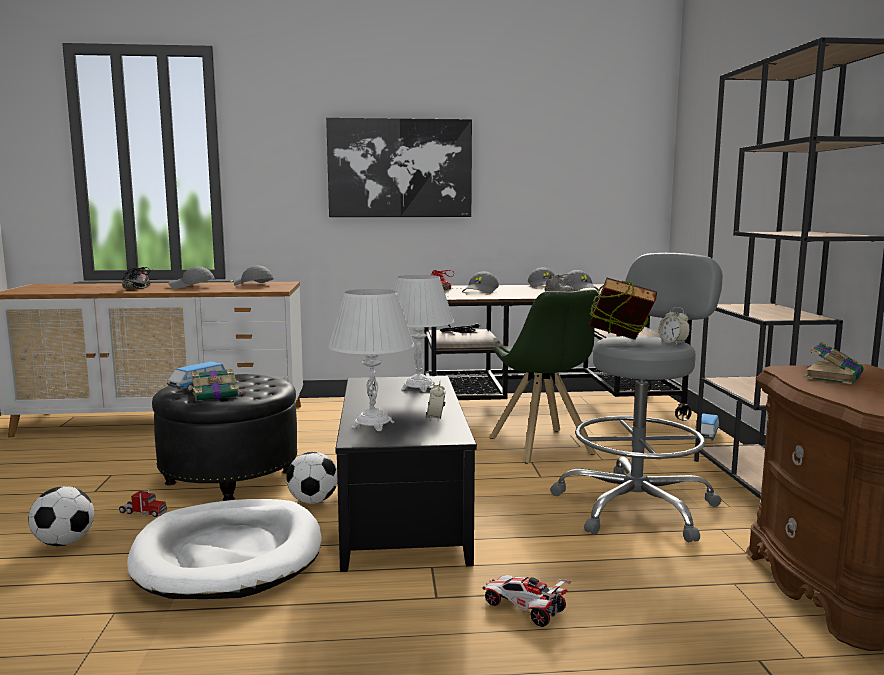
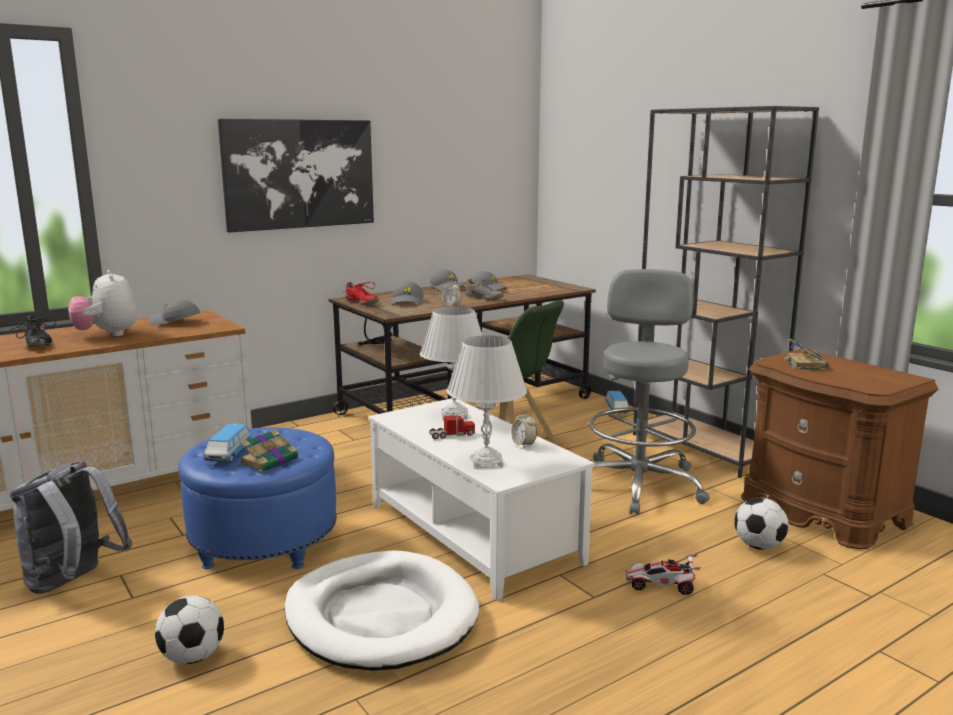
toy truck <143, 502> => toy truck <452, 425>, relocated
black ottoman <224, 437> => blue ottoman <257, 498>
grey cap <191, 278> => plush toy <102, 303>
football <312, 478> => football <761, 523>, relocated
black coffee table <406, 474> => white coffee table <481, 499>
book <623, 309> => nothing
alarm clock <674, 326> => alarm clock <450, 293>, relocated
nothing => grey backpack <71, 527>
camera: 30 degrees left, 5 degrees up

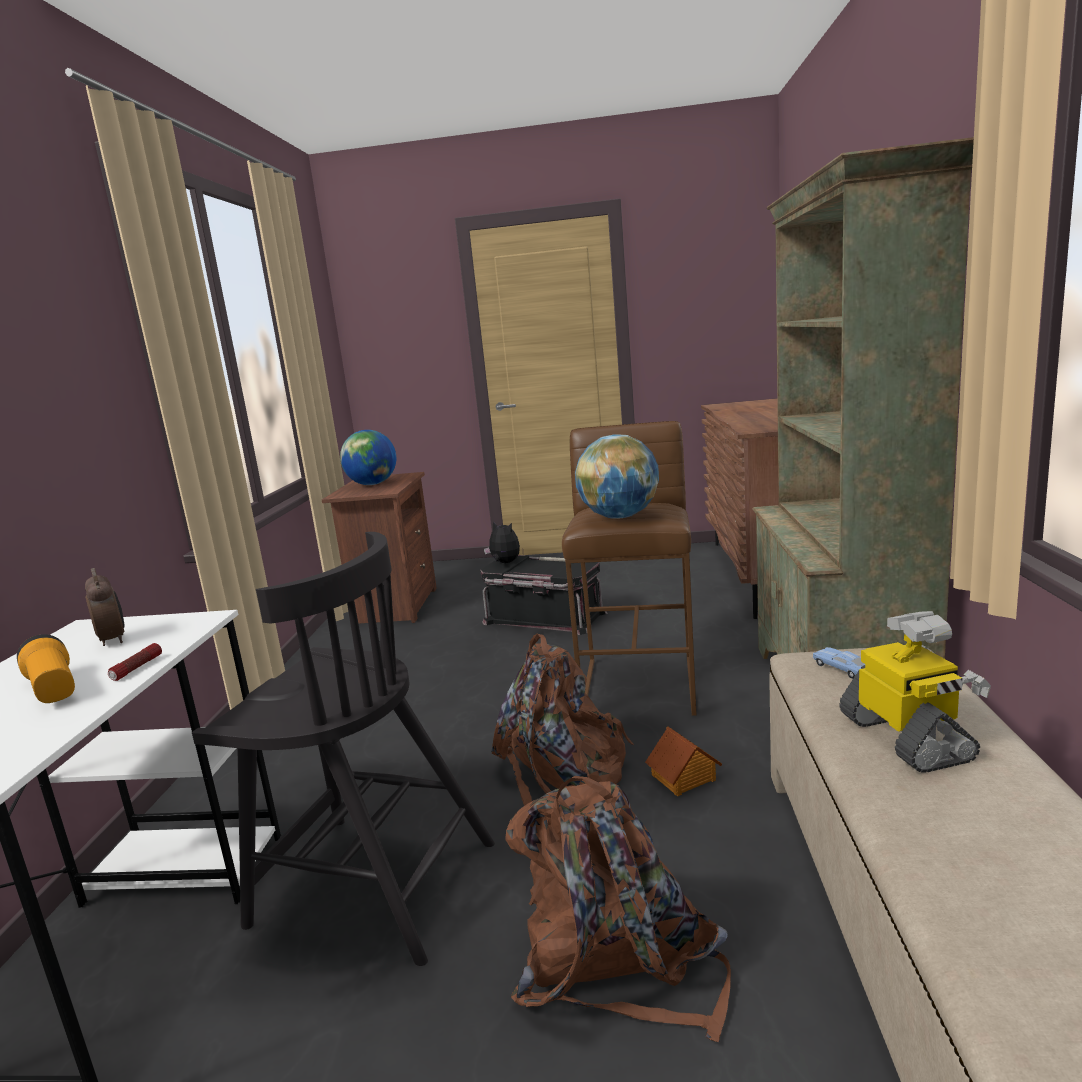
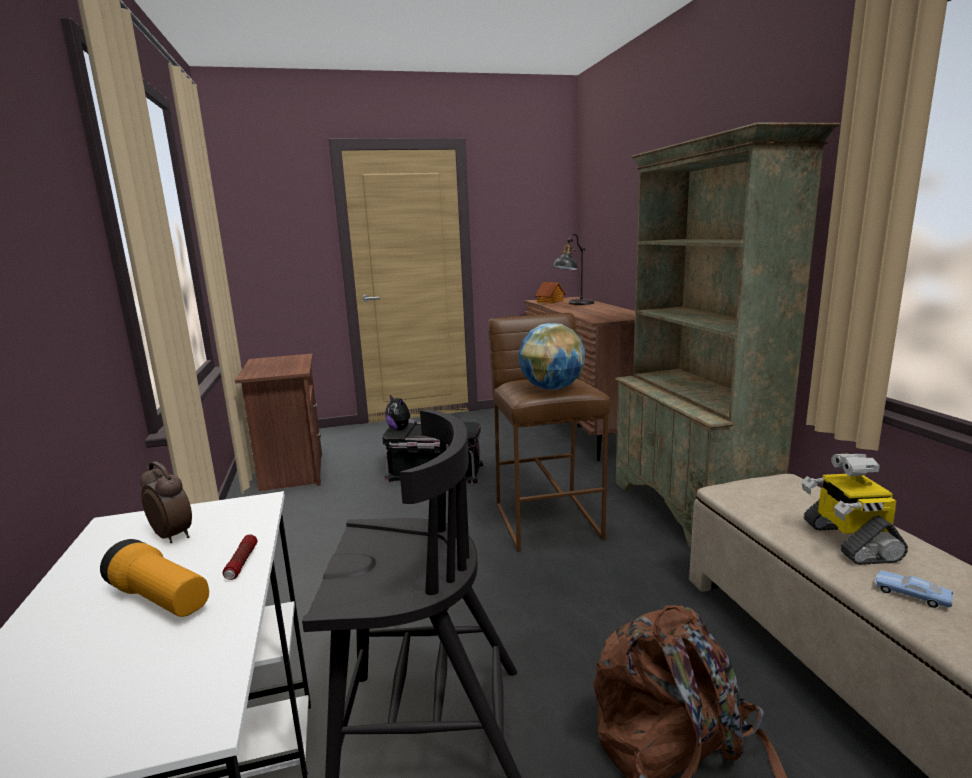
globe <368, 457> => nothing
plush toy <502, 542> => plush toy <399, 412>, 150 degrees counterclockwise
brown backpack <563, 720> => nothing
toy house <683, 761> => toy house <550, 292>, relocated
blue toy car <839, 663> => blue toy car <914, 589>, relocated
toy robot <915, 692> => toy robot <854, 509>, 150 degrees counterclockwise
nothing => grey table lamp <573, 269>
camera: 20 degrees left, 0 degrees up

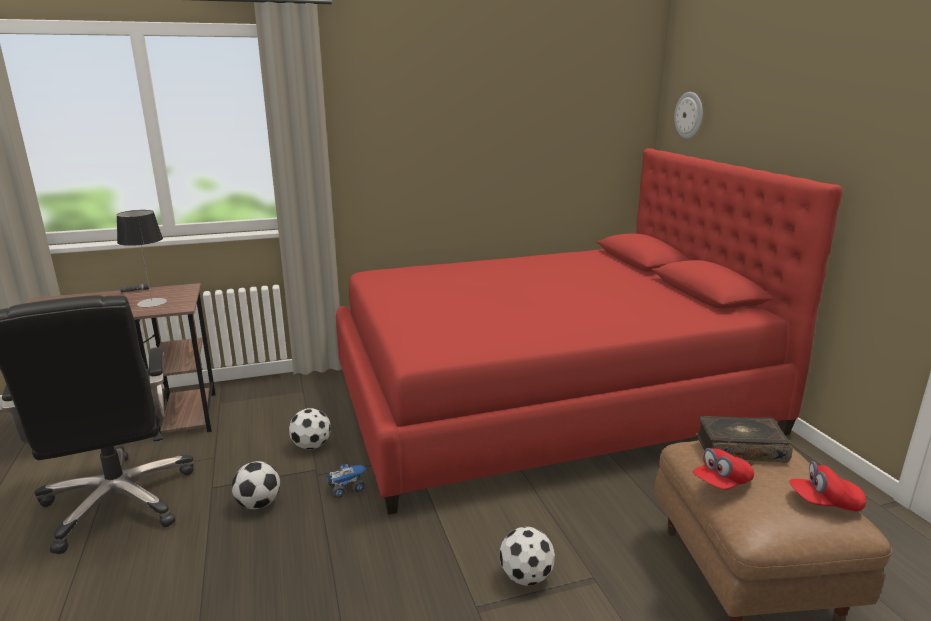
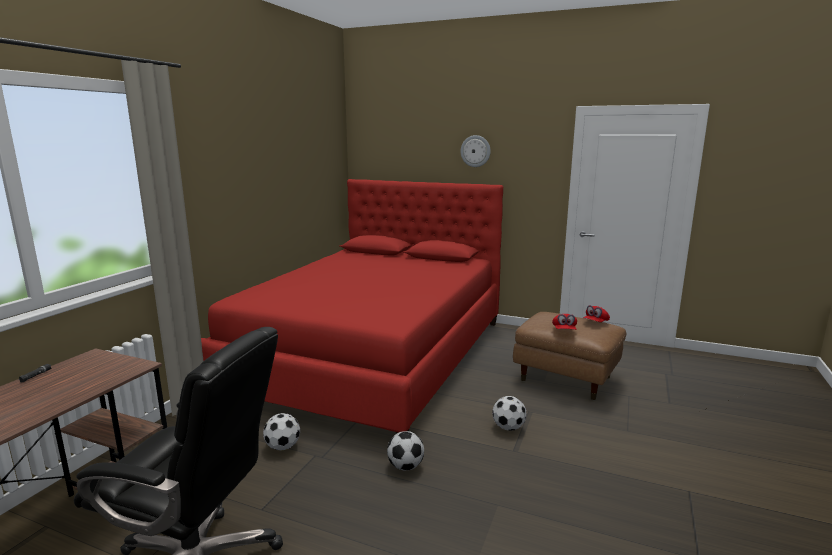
table lamp <141, 258> => nothing
football <256, 485> => football <405, 450>, relocated
toy truck <346, 481> => nothing
wall clock <688, 115> => wall clock <476, 151>, relocated
book <744, 439> => nothing
camera: 50 degrees left, 5 degrees down

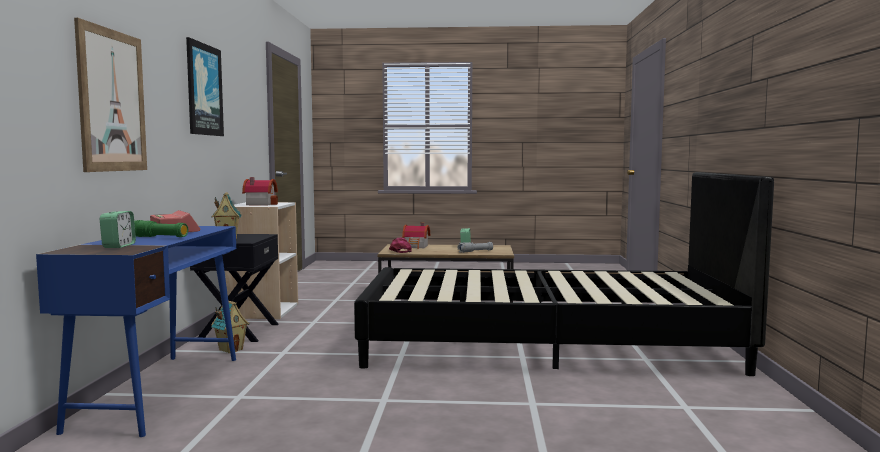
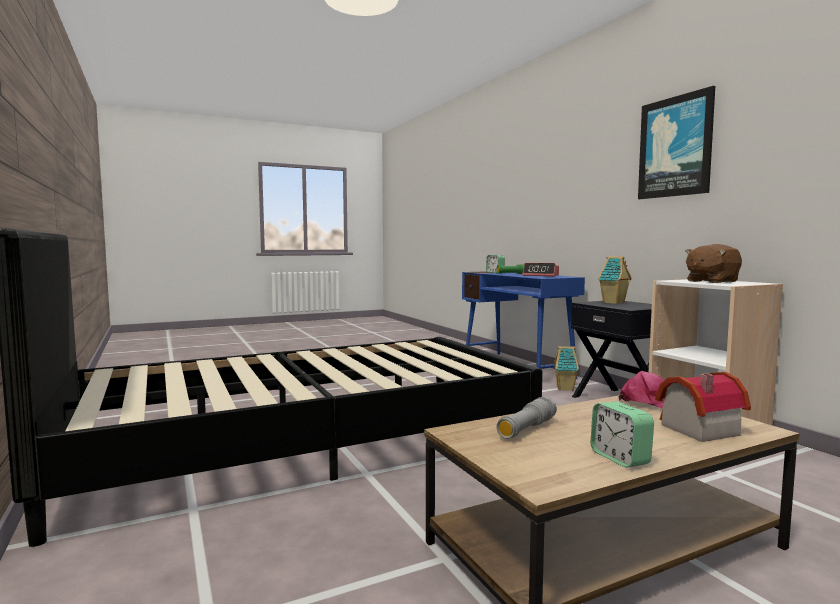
picture <110, 95> => nothing
toy house <260, 191> => brown plush toy <713, 263>
camera: 150 degrees right, 0 degrees up

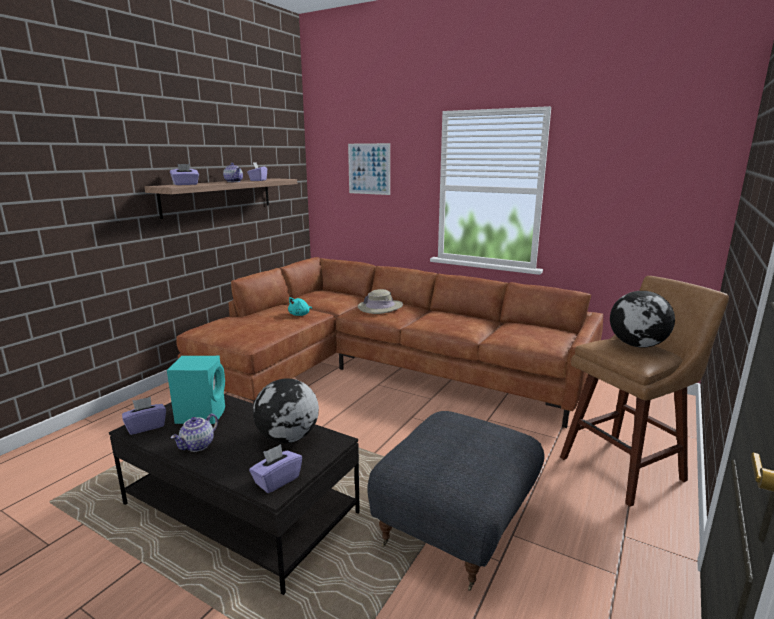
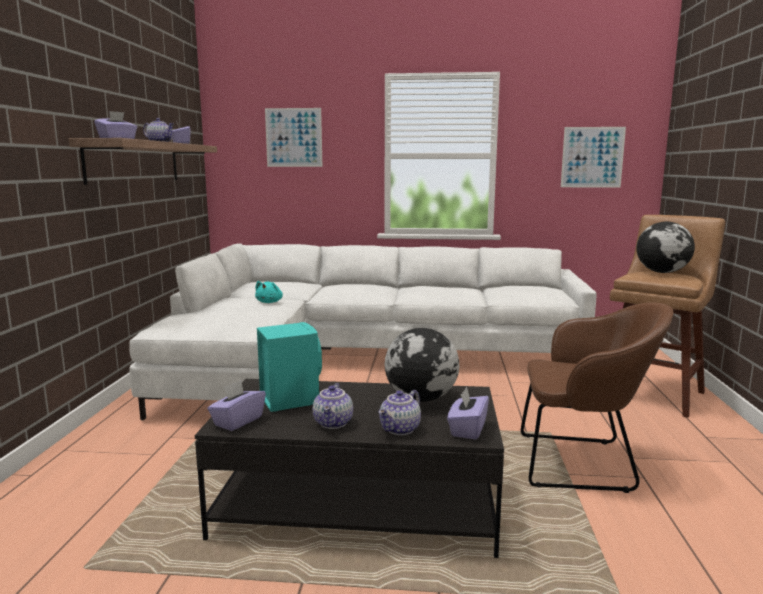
brown sofa <389, 342> => white sofa <362, 331>
beige hat <380, 301> => nothing
grey ottoman <456, 501> => brown armchair <597, 397>
nothing => teapot <400, 412>
nothing => picture <593, 157>
camera: 25 degrees left, 5 degrees down

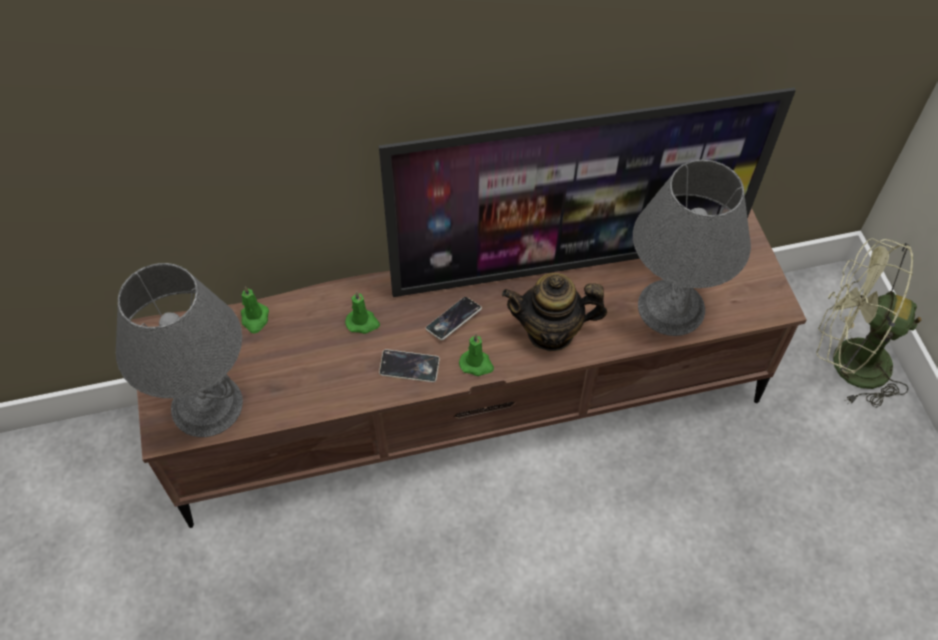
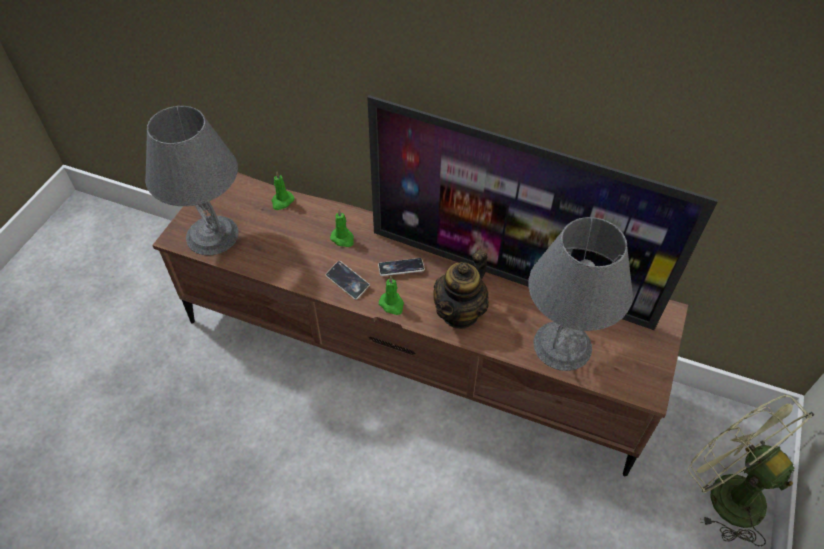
teapot <554, 312> => teapot <461, 289>, 90 degrees counterclockwise
camera: 35 degrees right, 5 degrees down

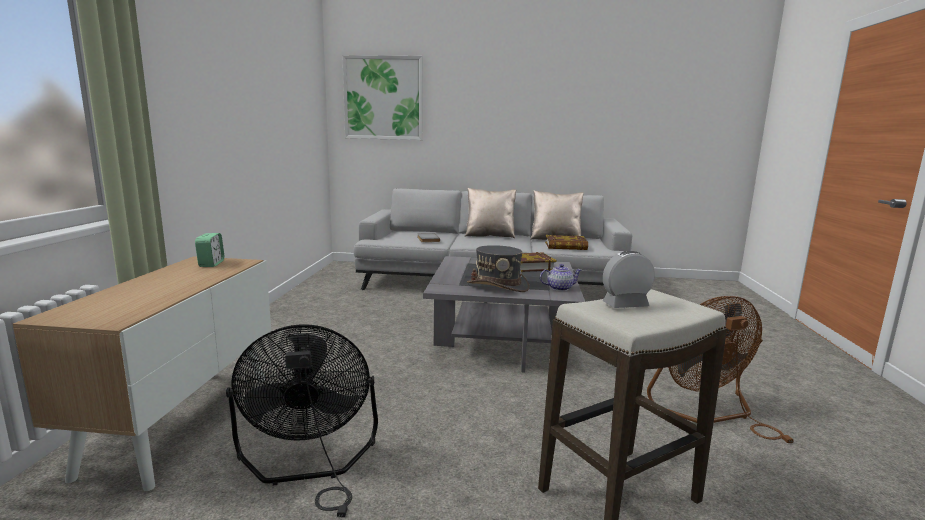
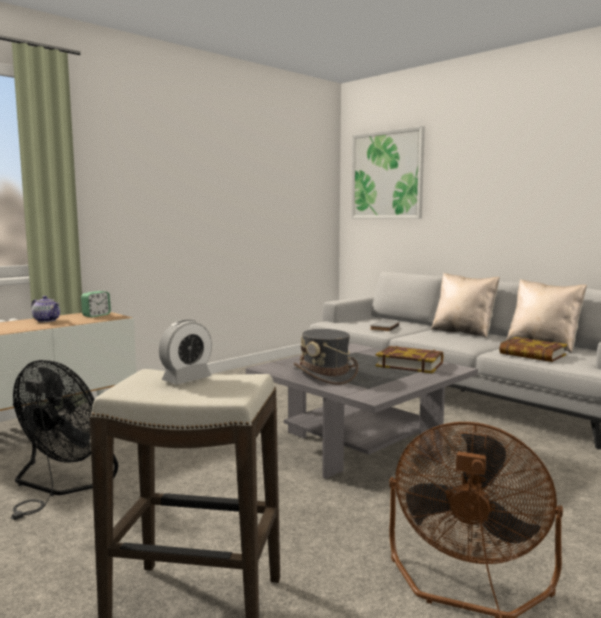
teapot <561, 277> => teapot <46, 309>, relocated
alarm clock <628, 279> => alarm clock <185, 352>, 105 degrees clockwise
camera: 40 degrees right, 5 degrees down

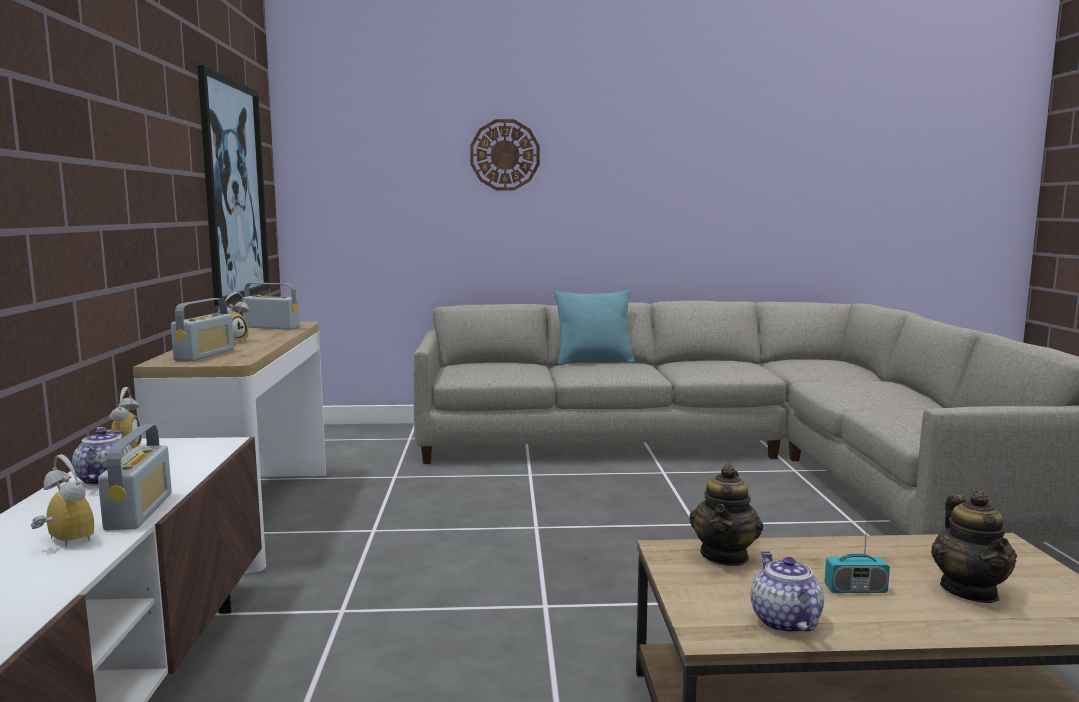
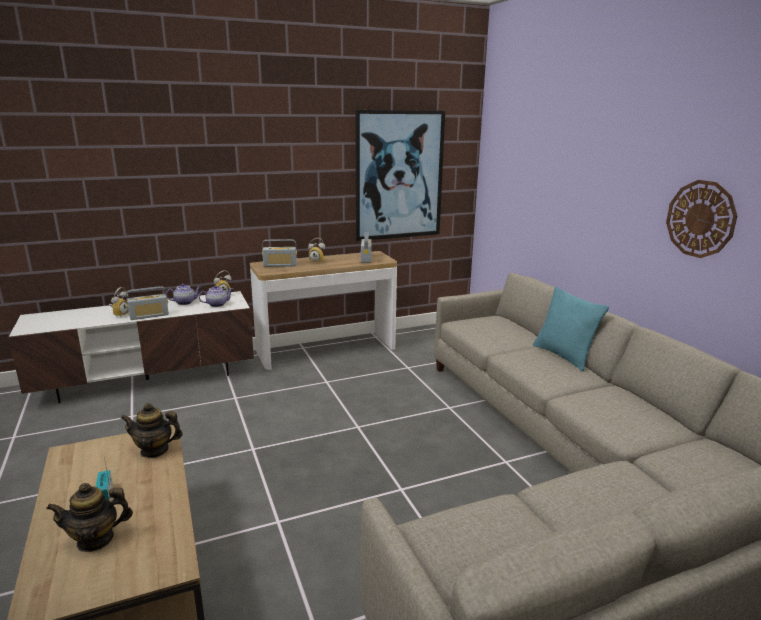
wall clock <505, 154> => wall clock <701, 219>, relocated
teapot <787, 592> => teapot <216, 296>, relocated
camera: 70 degrees right, 10 degrees up

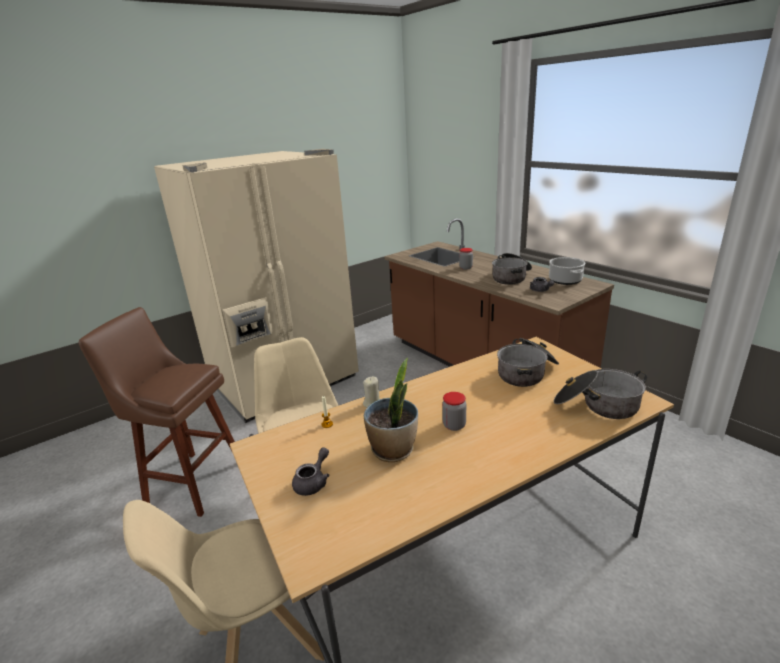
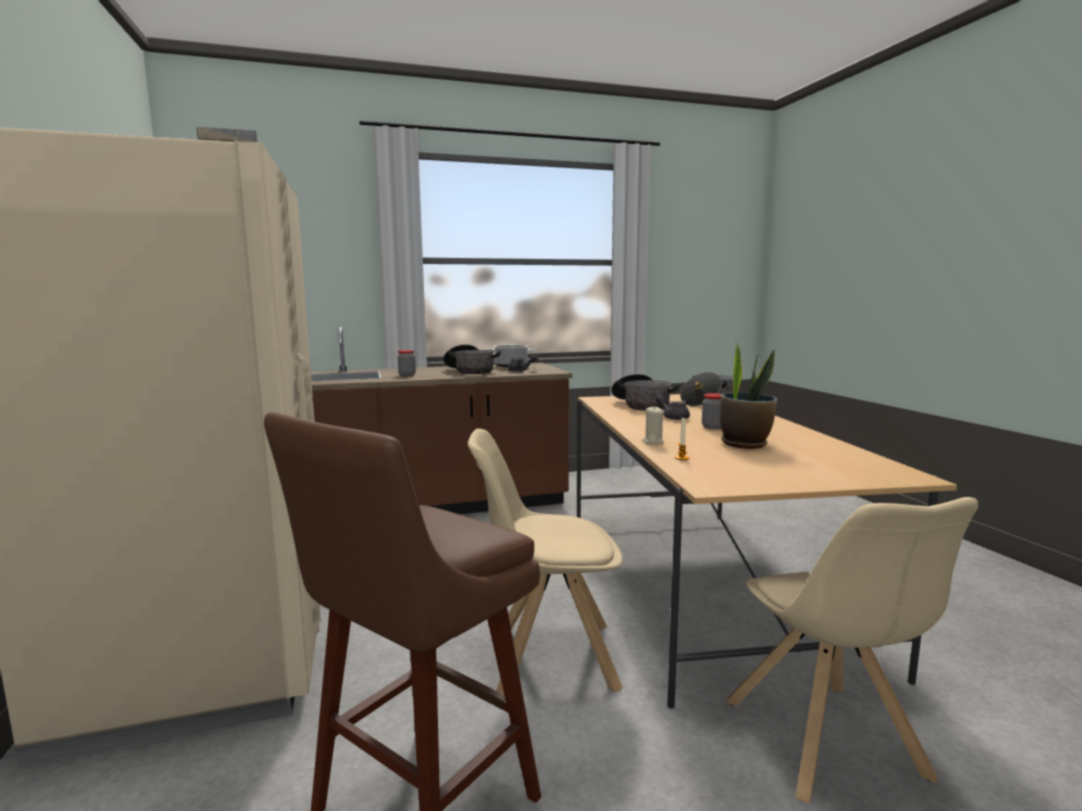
grey teapot <310, 471> => grey teapot <672, 407>, relocated
camera: 70 degrees left, 15 degrees down

